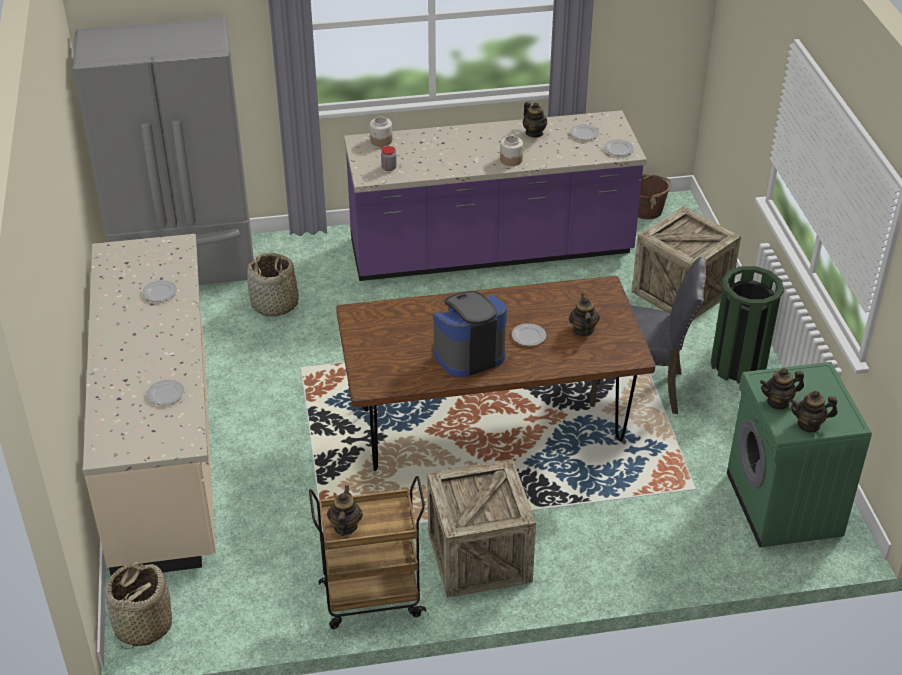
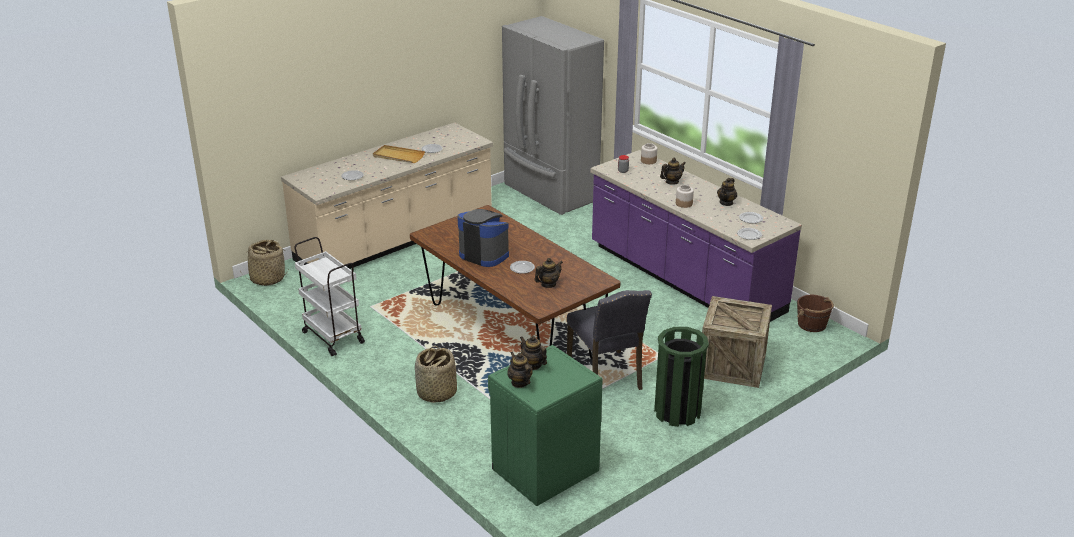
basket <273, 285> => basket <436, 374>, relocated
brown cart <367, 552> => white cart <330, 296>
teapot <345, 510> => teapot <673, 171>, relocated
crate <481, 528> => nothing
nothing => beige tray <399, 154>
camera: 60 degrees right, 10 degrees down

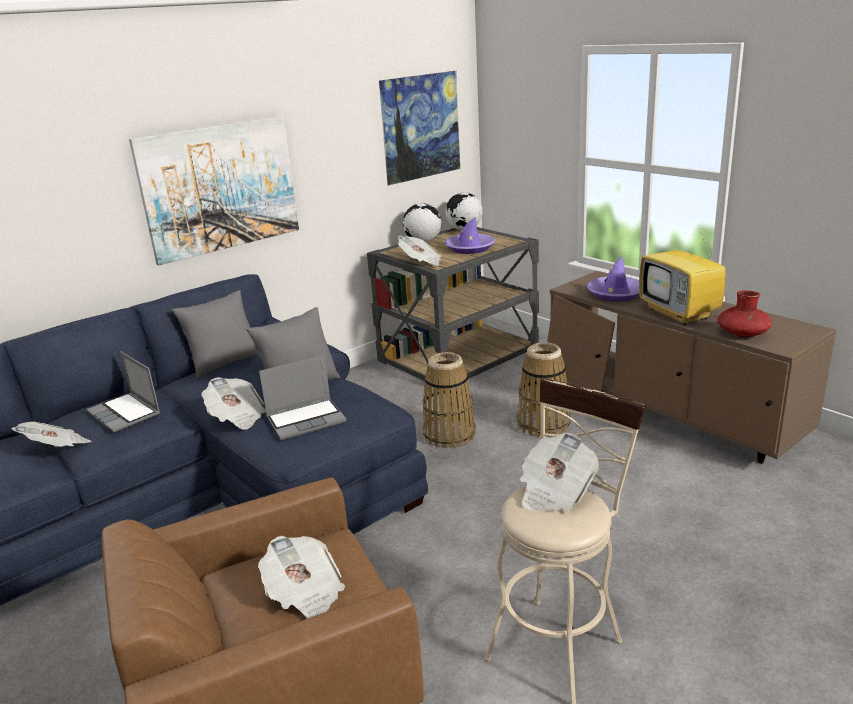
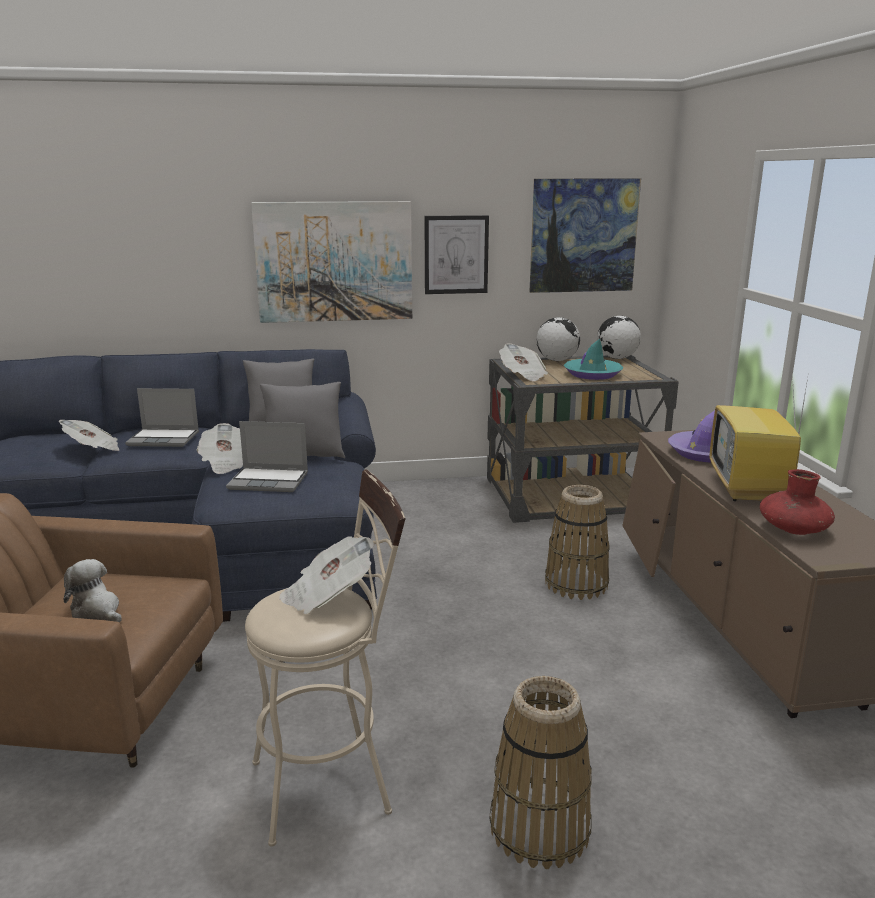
laptop <123, 392> => laptop <162, 417>, 75 degrees counterclockwise
newspaper <301, 577> => plush toy <92, 591>
basket <449, 400> => basket <541, 772>, relocated
purple hat <470, 235> => turquoise hat <593, 359>
nothing => picture <457, 254>
camera: 30 degrees right, 5 degrees down

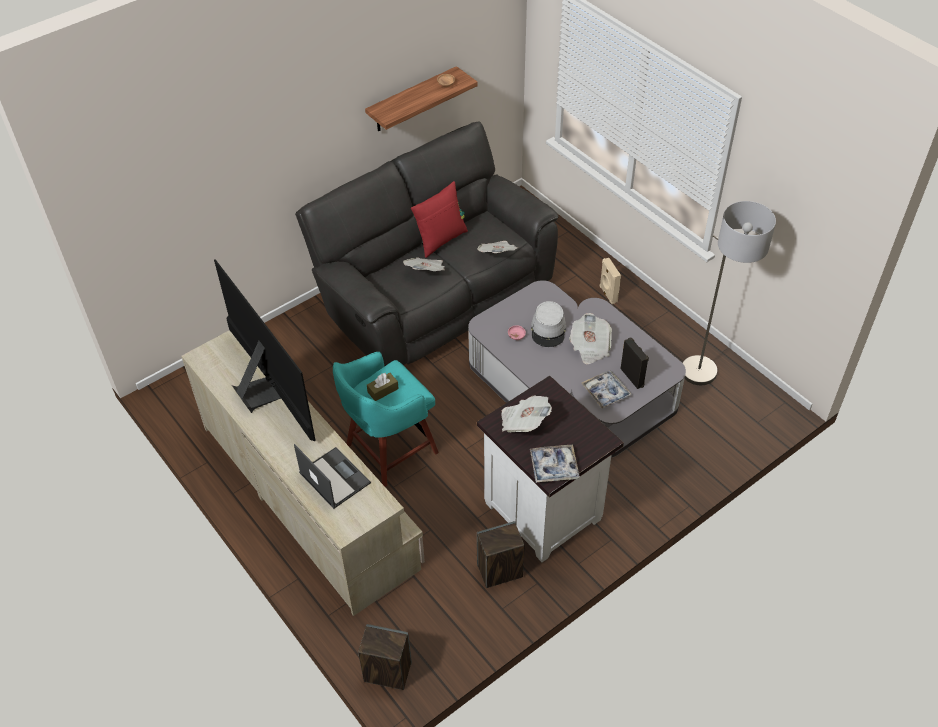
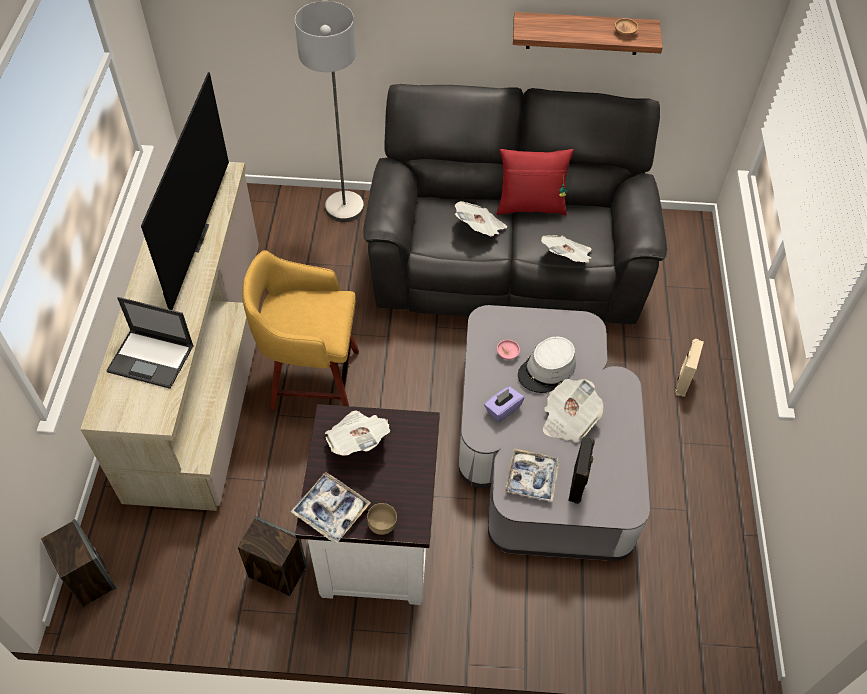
laptop <332, 476> => laptop <150, 343>, 105 degrees clockwise
turquoise stool <386, 419> => yellow stool <301, 330>
brown tissue box <383, 387> => nothing
grey floor lamp <729, 293> => grey floor lamp <329, 111>, relocated
nothing => brown bowl <382, 519>
nothing => purple tissue box <504, 404>
camera: 40 degrees right, 5 degrees up

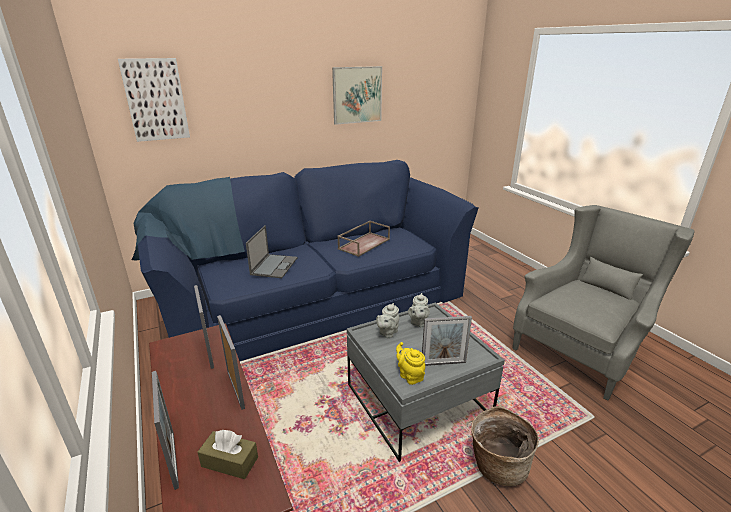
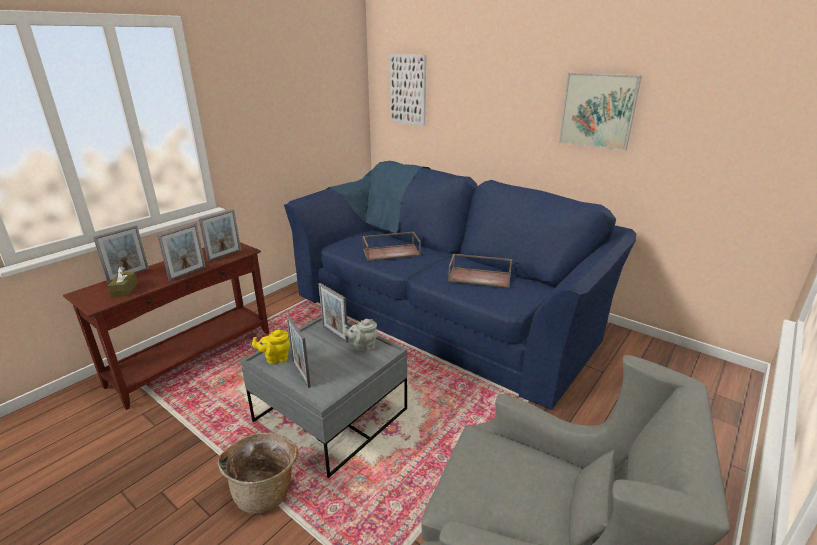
laptop <272, 251> => brown tray <391, 246>
grey teapot <387, 320> => picture frame <333, 313>
yellow teapot <410, 363> => yellow teapot <271, 347>, 135 degrees counterclockwise
camera: 65 degrees right, 0 degrees up

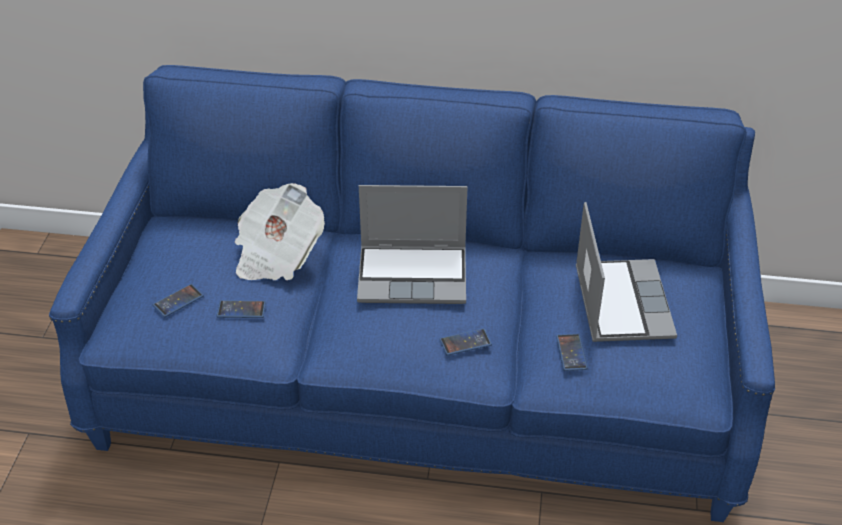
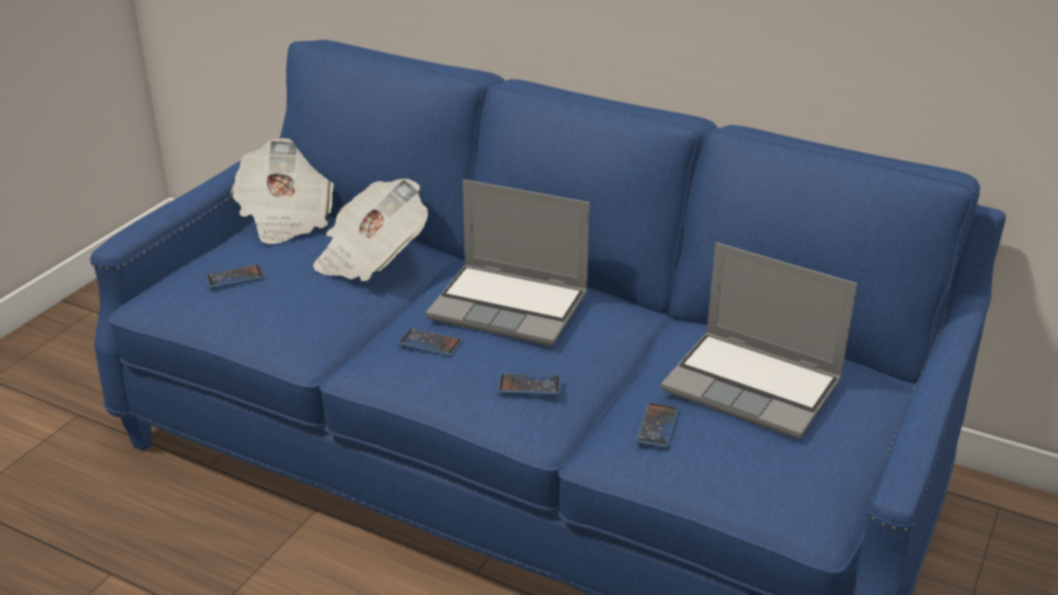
phone <241, 309> => phone <430, 342>, relocated
laptop <626, 272> => laptop <759, 340>, 105 degrees clockwise
nothing => newspaper <282, 191>
camera: 20 degrees right, 10 degrees down

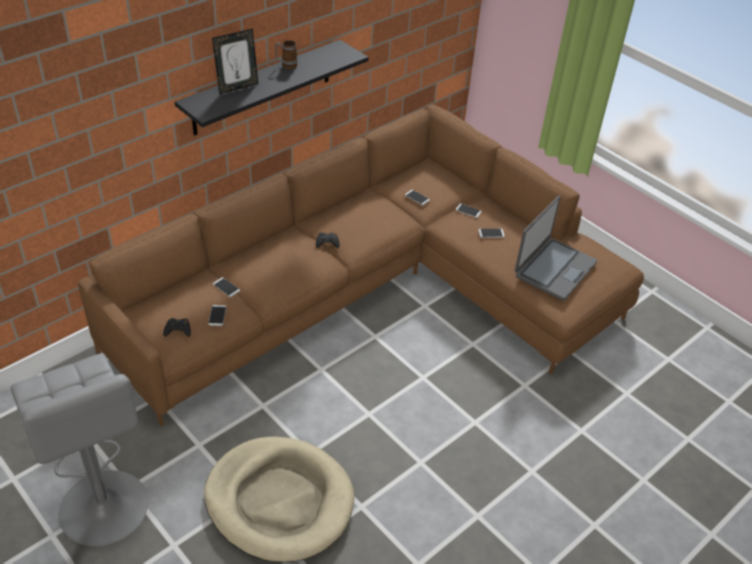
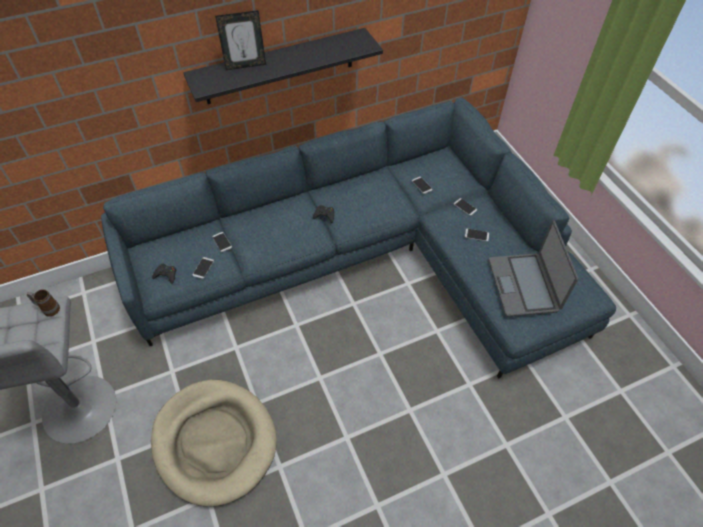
brown sofa <361, 265> => blue sofa <358, 238>
mug <286, 54> => mug <43, 302>, relocated
laptop <556, 248> => laptop <534, 268>, 120 degrees clockwise
camera: 20 degrees right, 10 degrees up

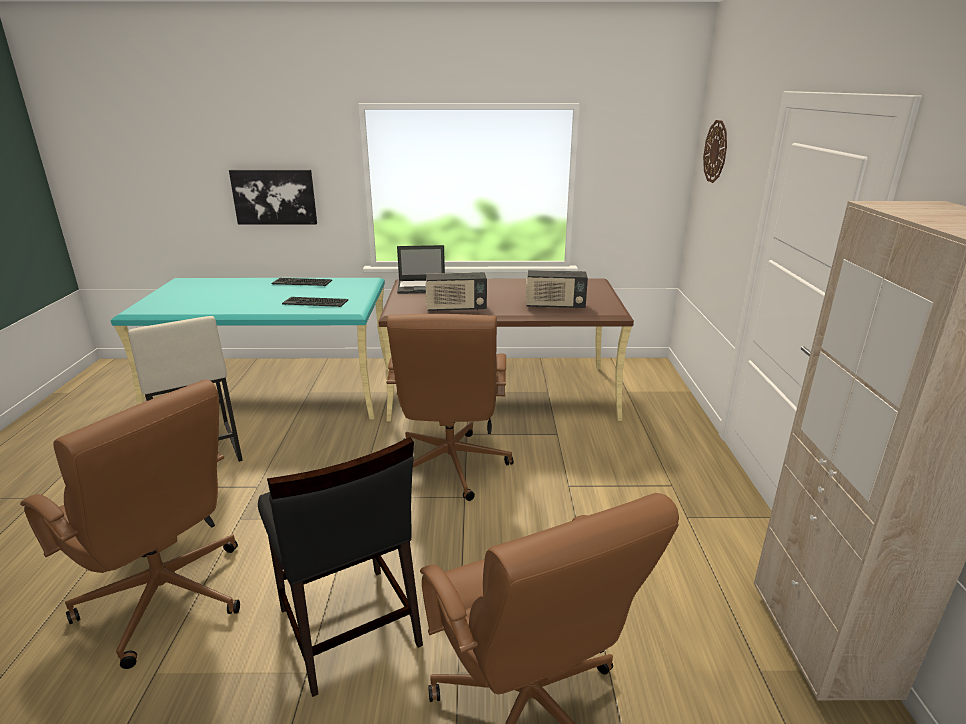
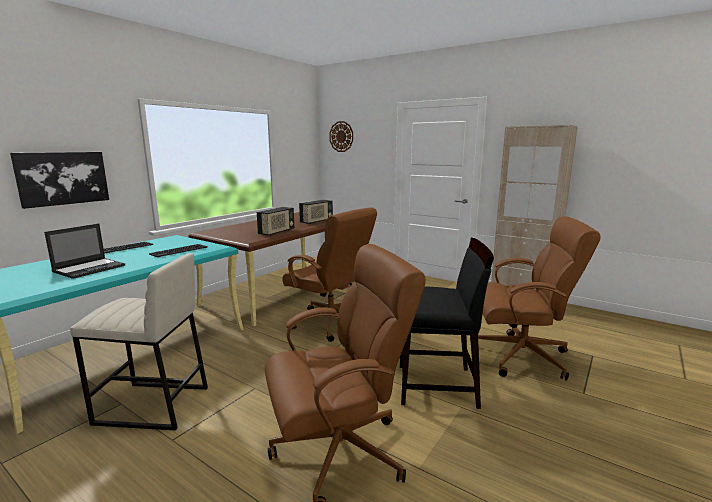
laptop <421, 269> => laptop <84, 251>, relocated
camera: 55 degrees left, 10 degrees down

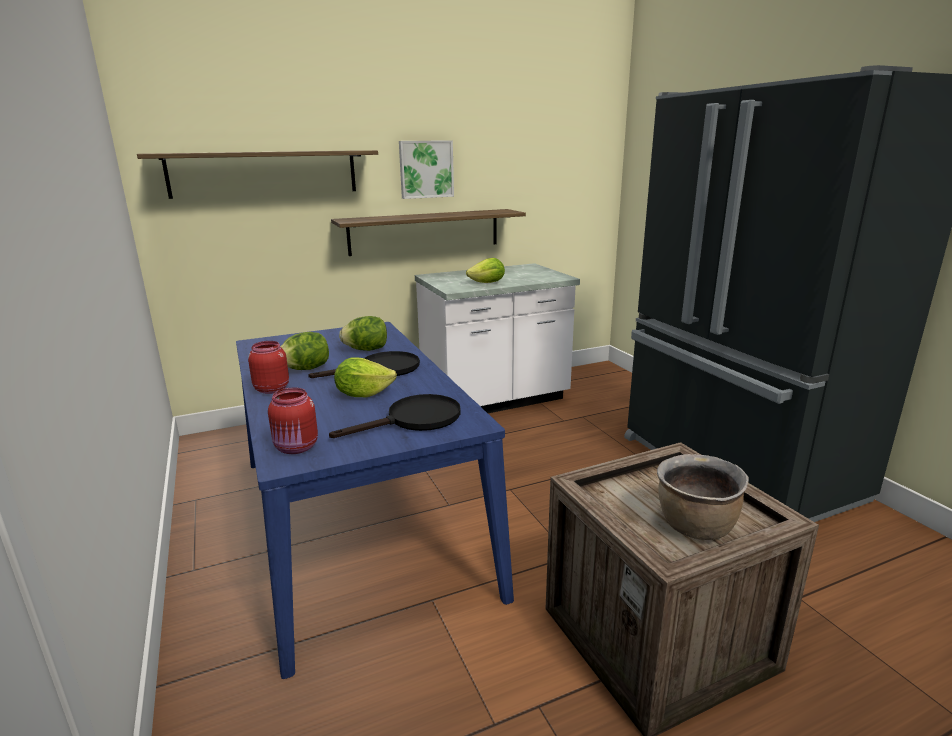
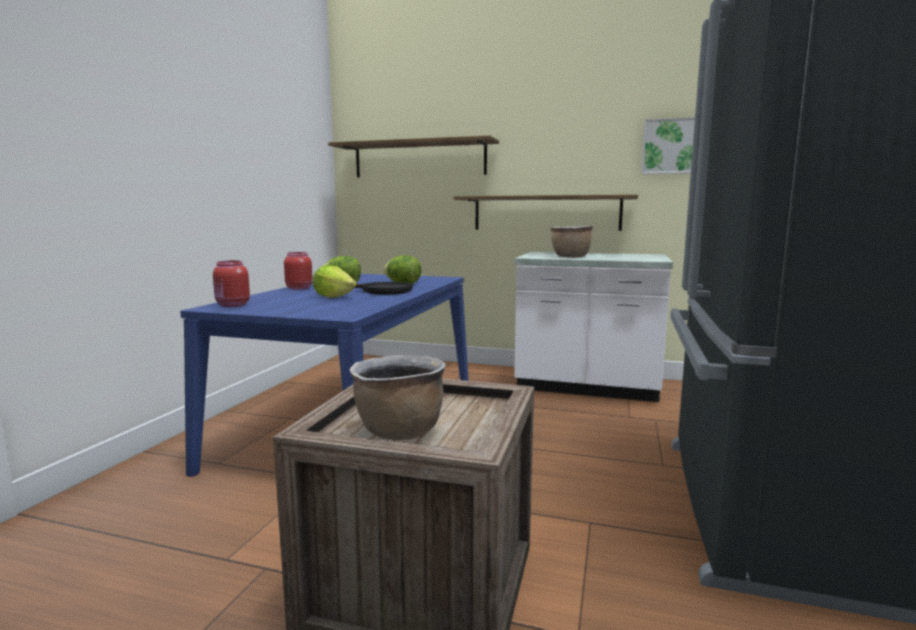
black frying pan <395, 416> => nothing
picture <426, 169> => picture <668, 145>, relocated
lettuce <485, 270> => brown cooking pot <571, 241>
camera: 40 degrees right, 10 degrees down

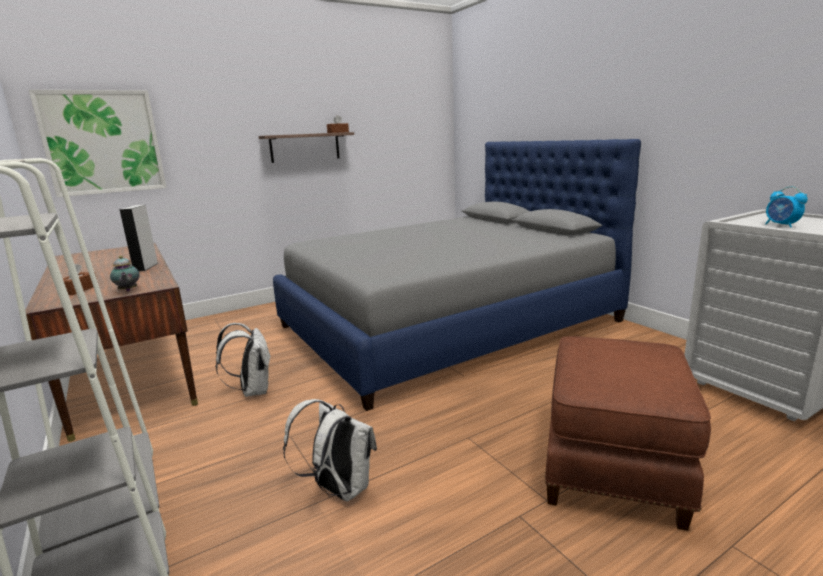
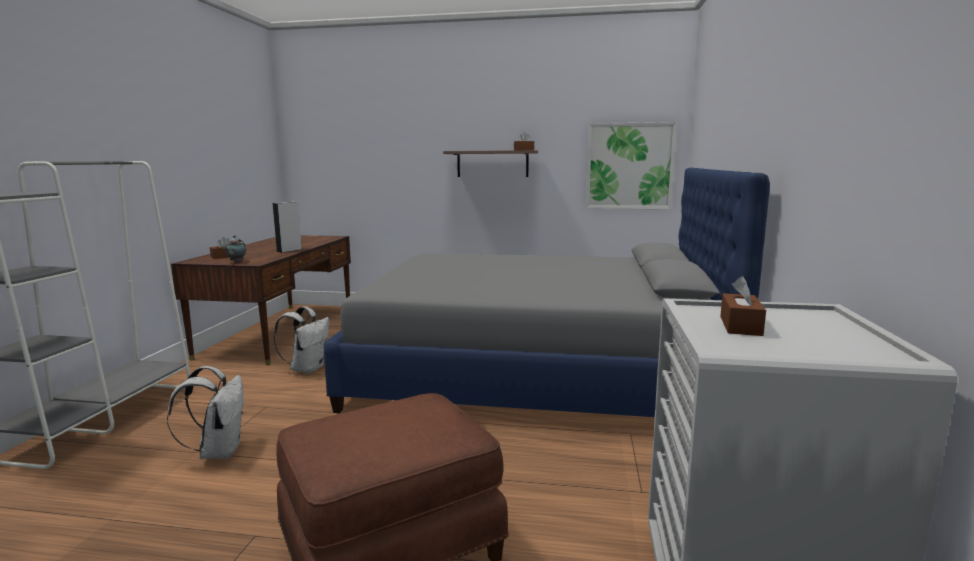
picture <98, 143> => picture <631, 165>, relocated
alarm clock <786, 207> => brown tissue box <743, 306>
camera: 40 degrees right, 5 degrees down

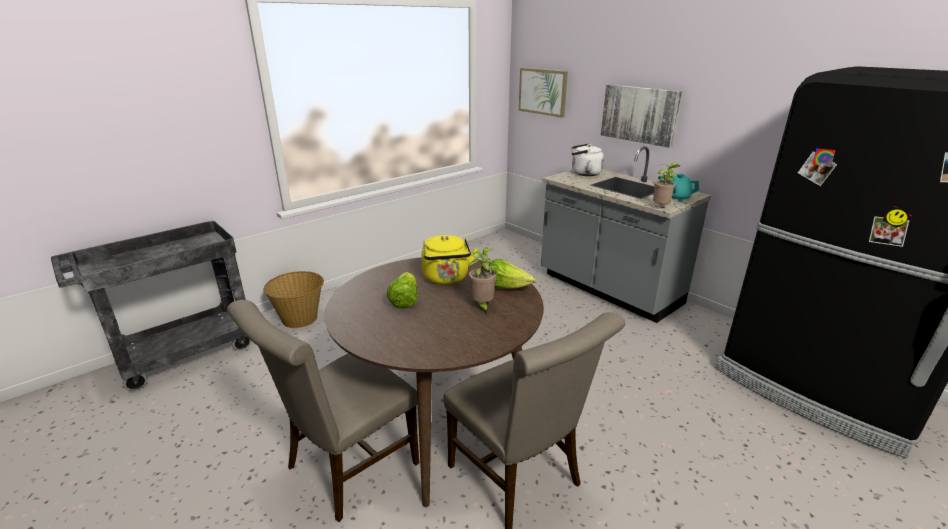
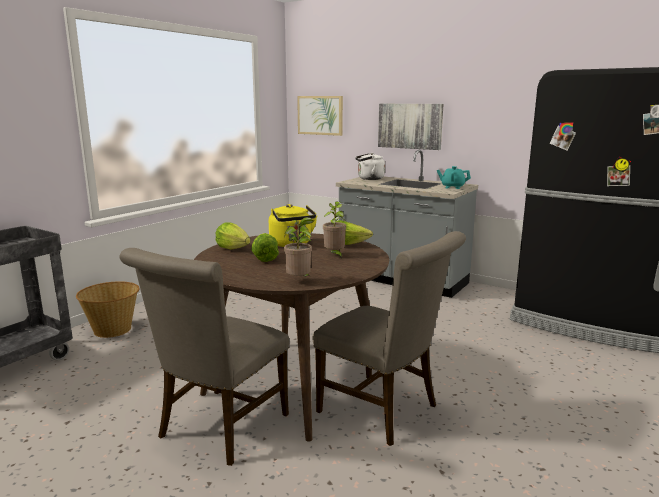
potted plant <667, 184> => potted plant <299, 247>, relocated
nothing => lettuce <233, 236>
camera: 15 degrees left, 10 degrees down

